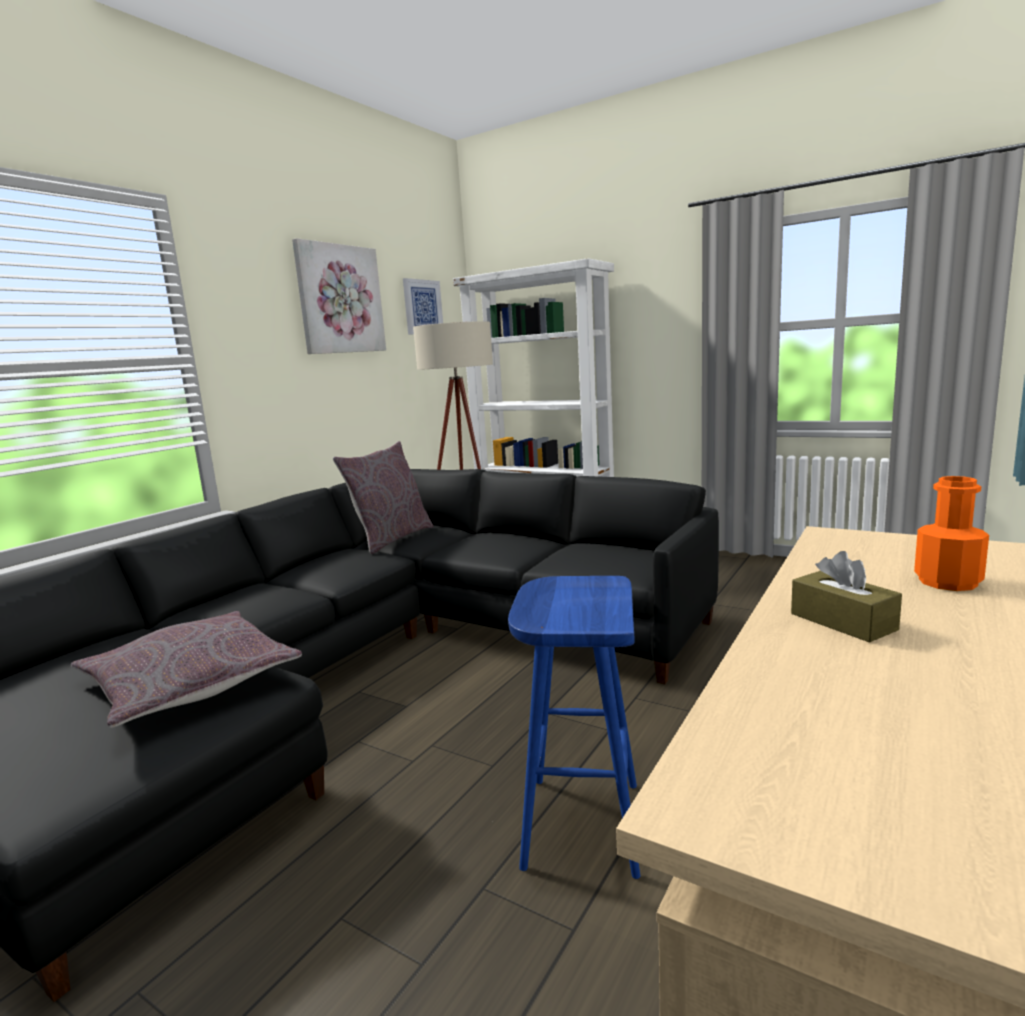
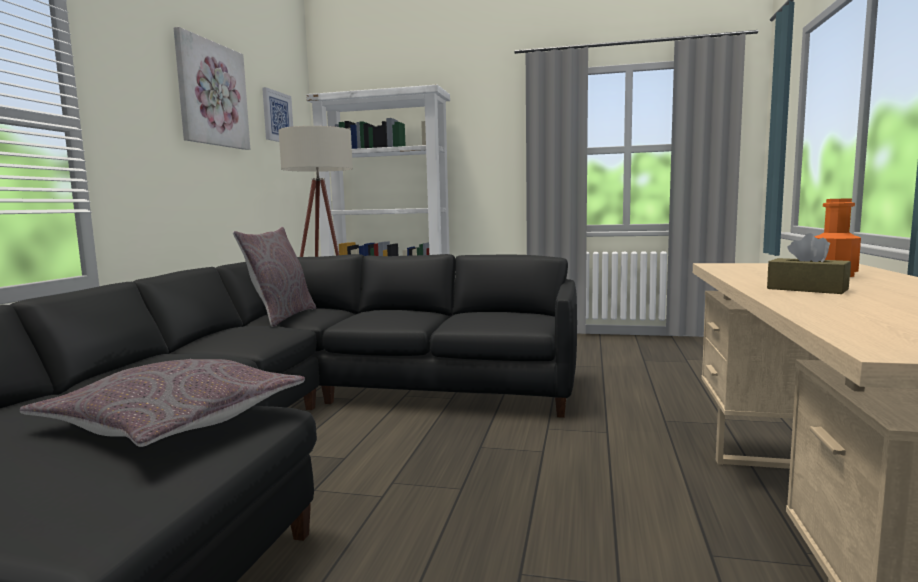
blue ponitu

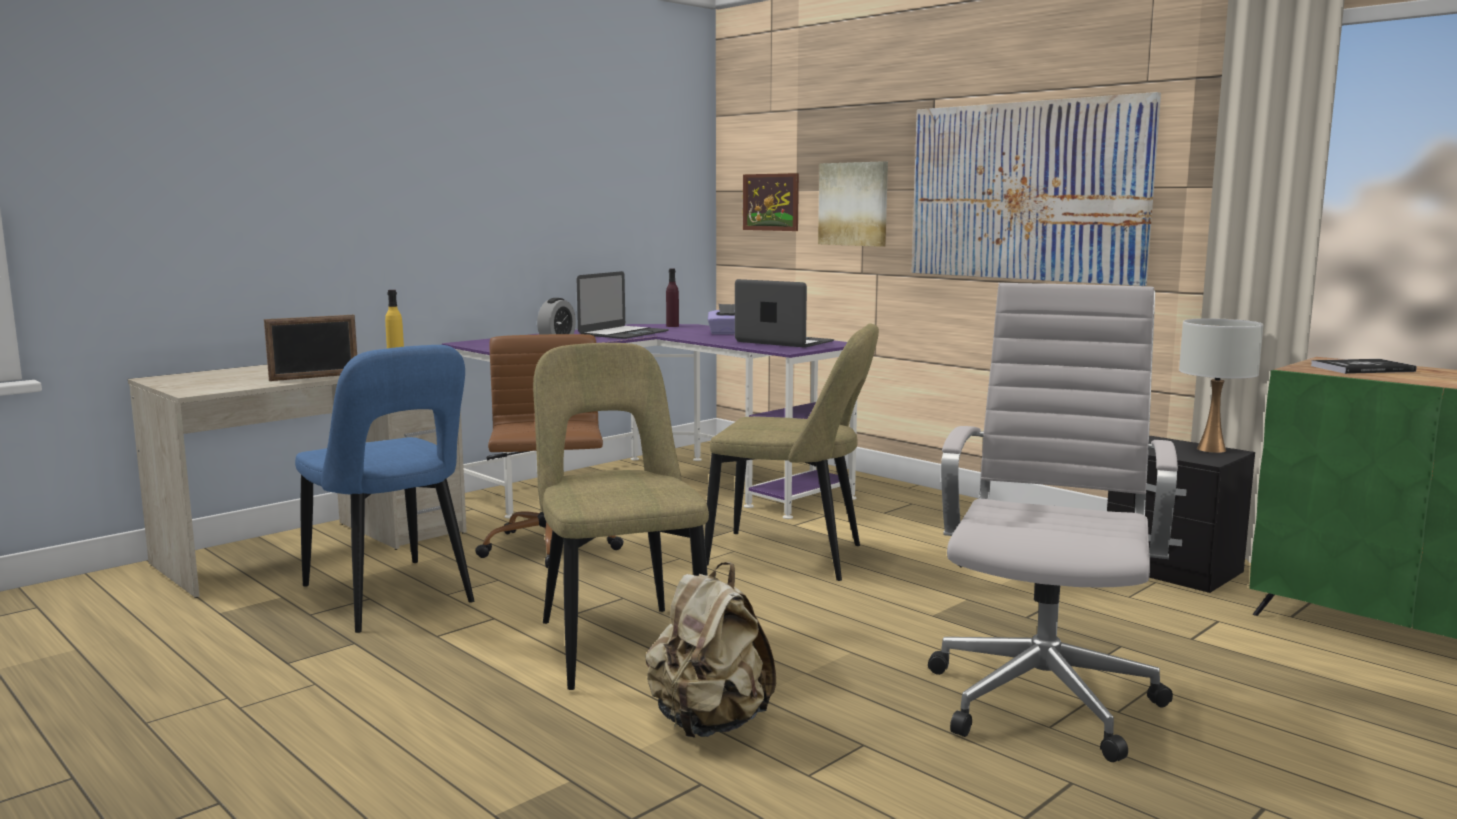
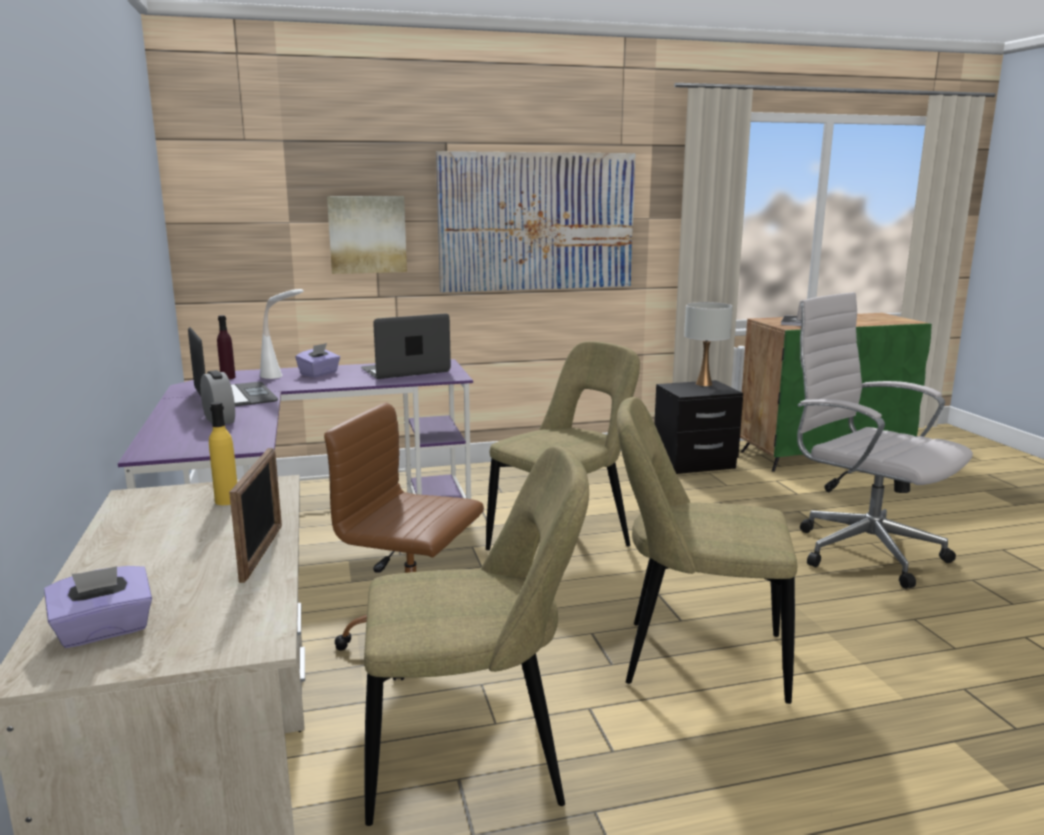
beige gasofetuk (1st from left)
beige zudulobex
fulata (1st from left in the first image)
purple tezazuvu (1st from left)
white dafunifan (1st from left)

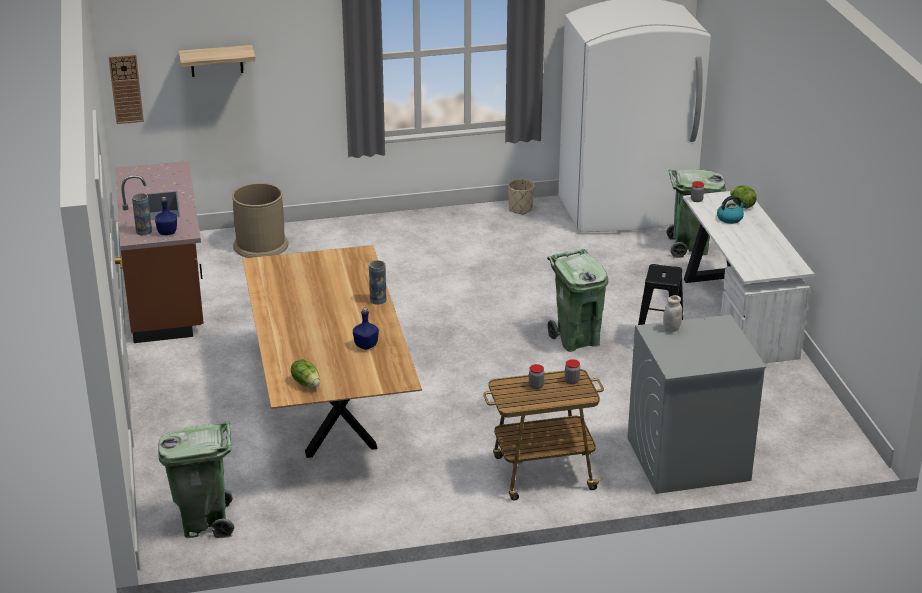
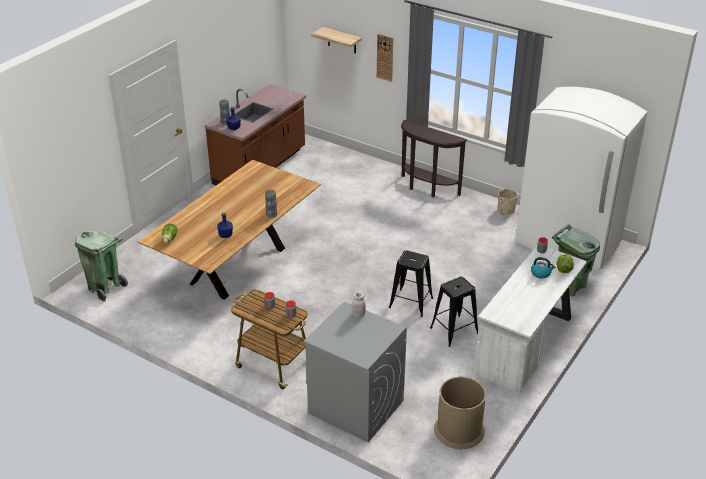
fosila
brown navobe
black ponitu (1st from left)
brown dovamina

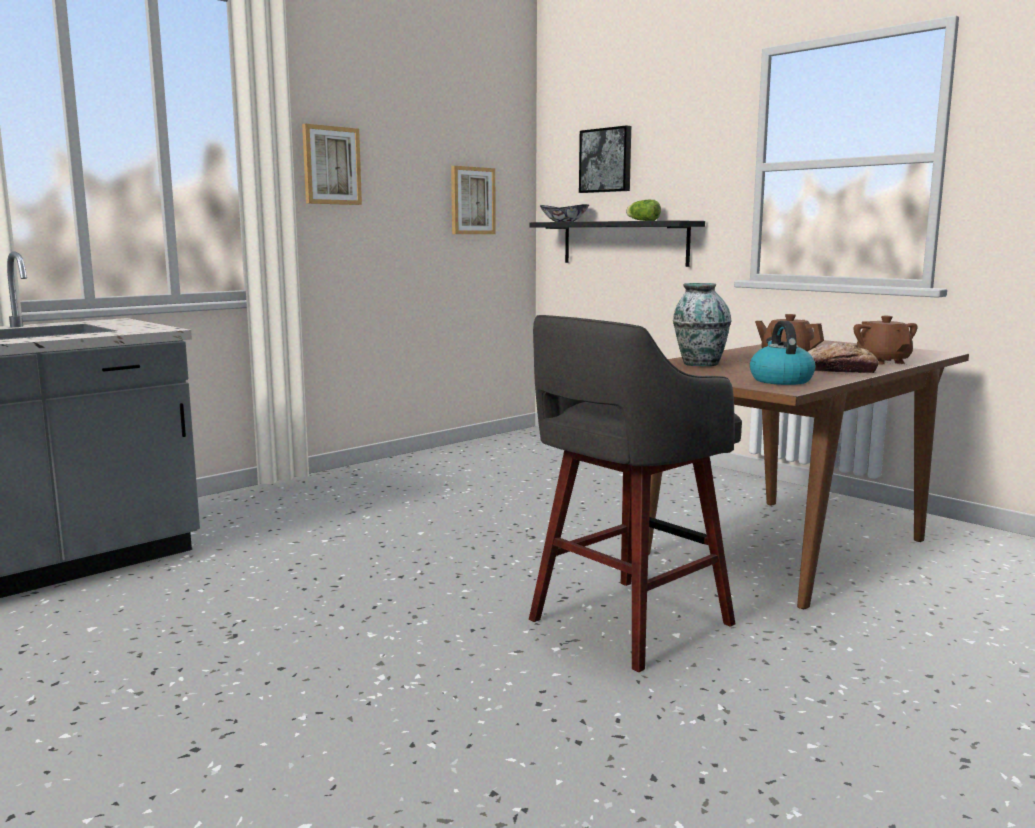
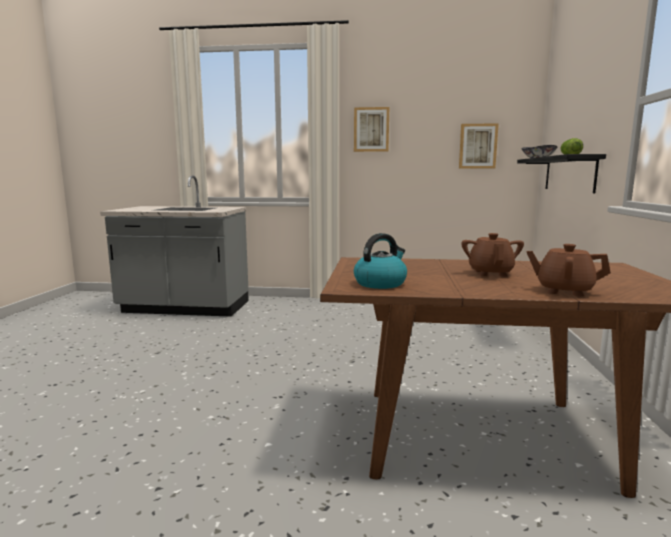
grey ponitu
fulata (3rd from left in the first image)
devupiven
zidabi
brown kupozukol (2nd from left)

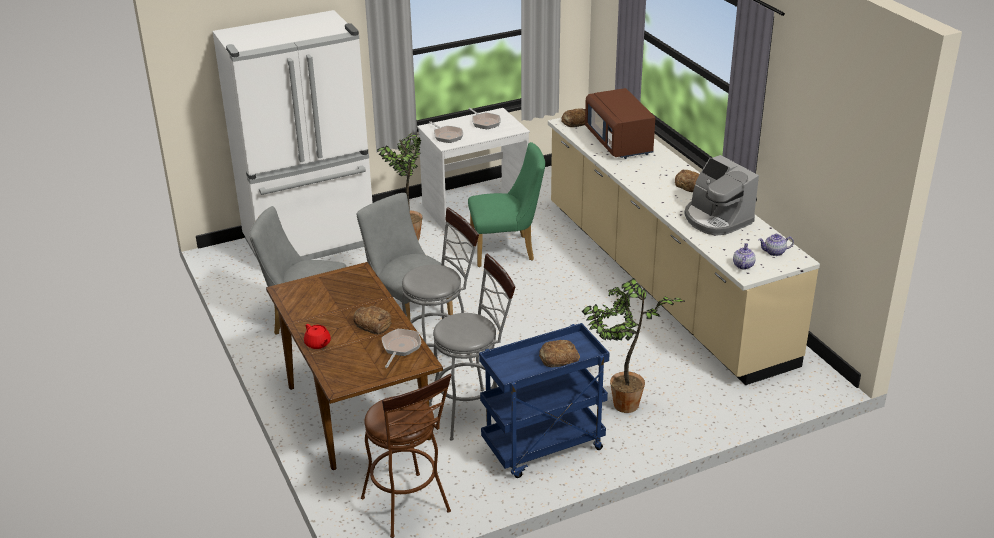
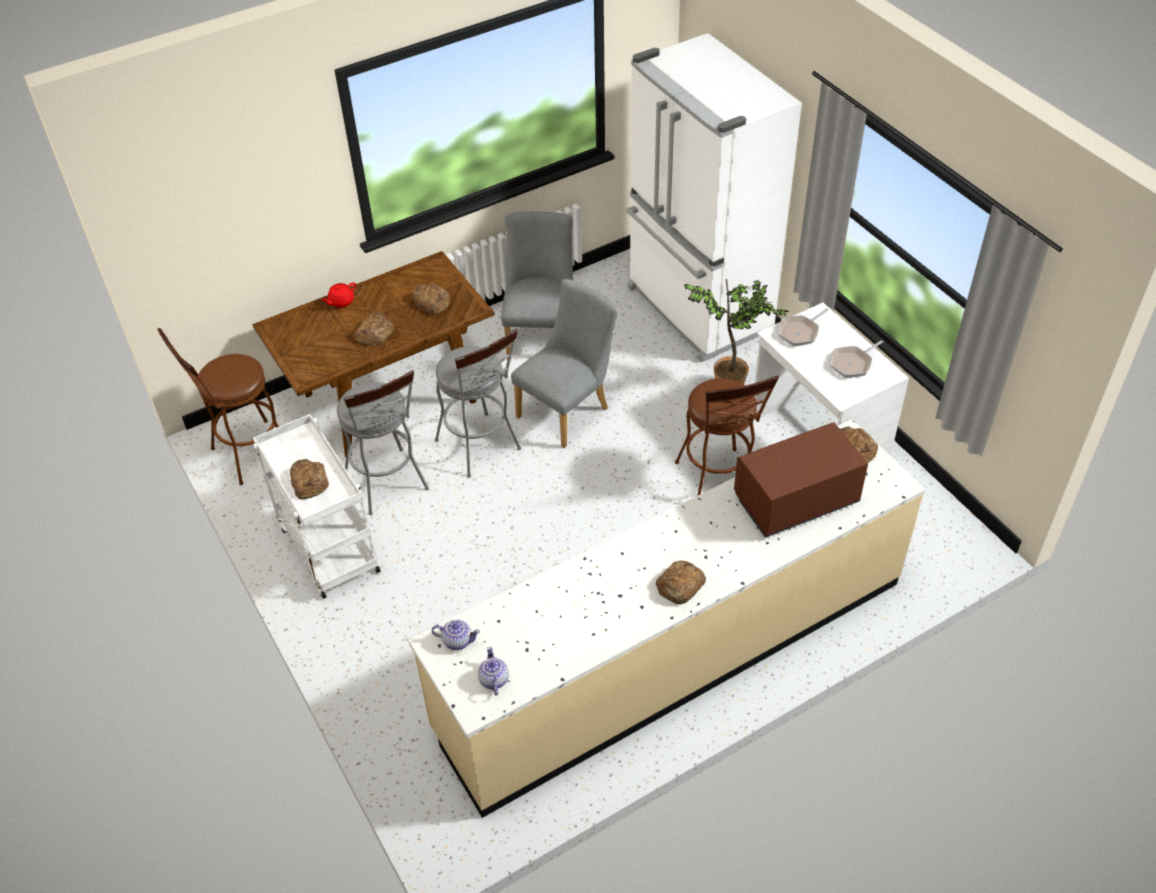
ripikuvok (1st from left in the first image)
brown ponitu (2nd from left)
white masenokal
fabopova (2nd from left in the first image)
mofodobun
zidabi (3rd from left)

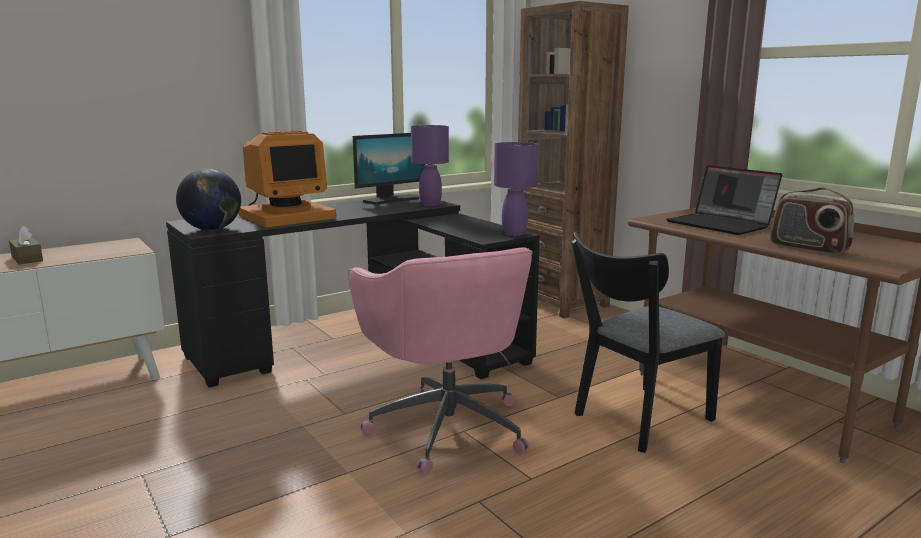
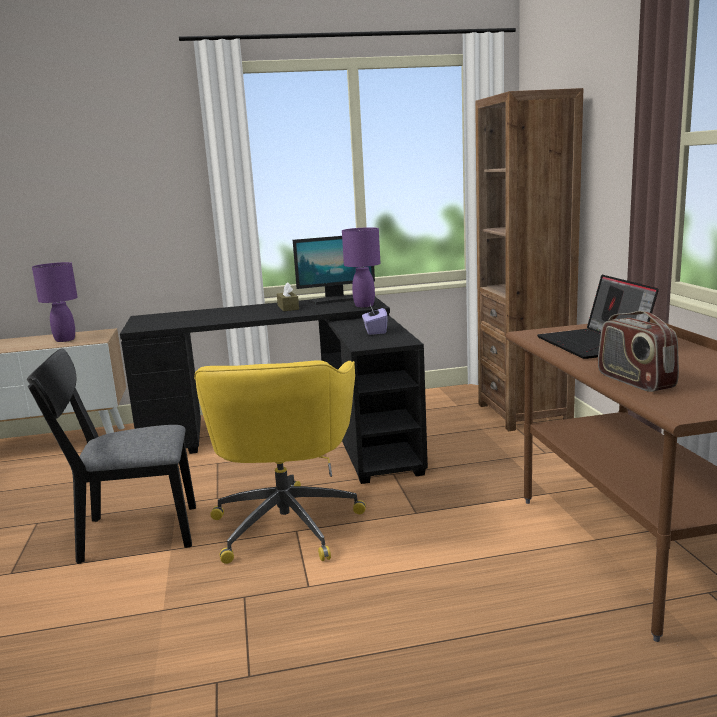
brown tezazuvu
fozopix
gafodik (1st from left in the first image)
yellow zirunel
purple dafunifan (1st from left)
black gasofetuk
purple tezazuvu

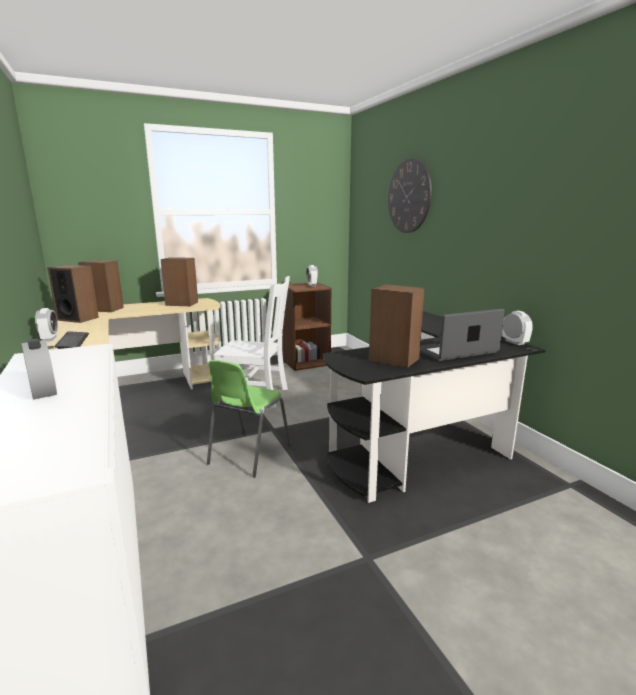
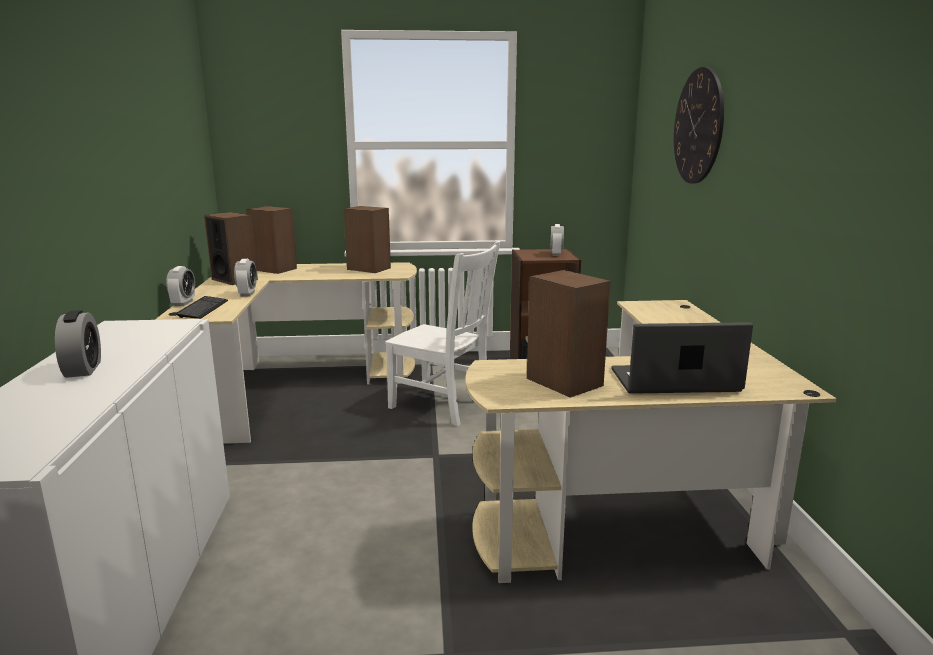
green gasofetuk
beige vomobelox (2nd from left)
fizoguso (3rd from left)

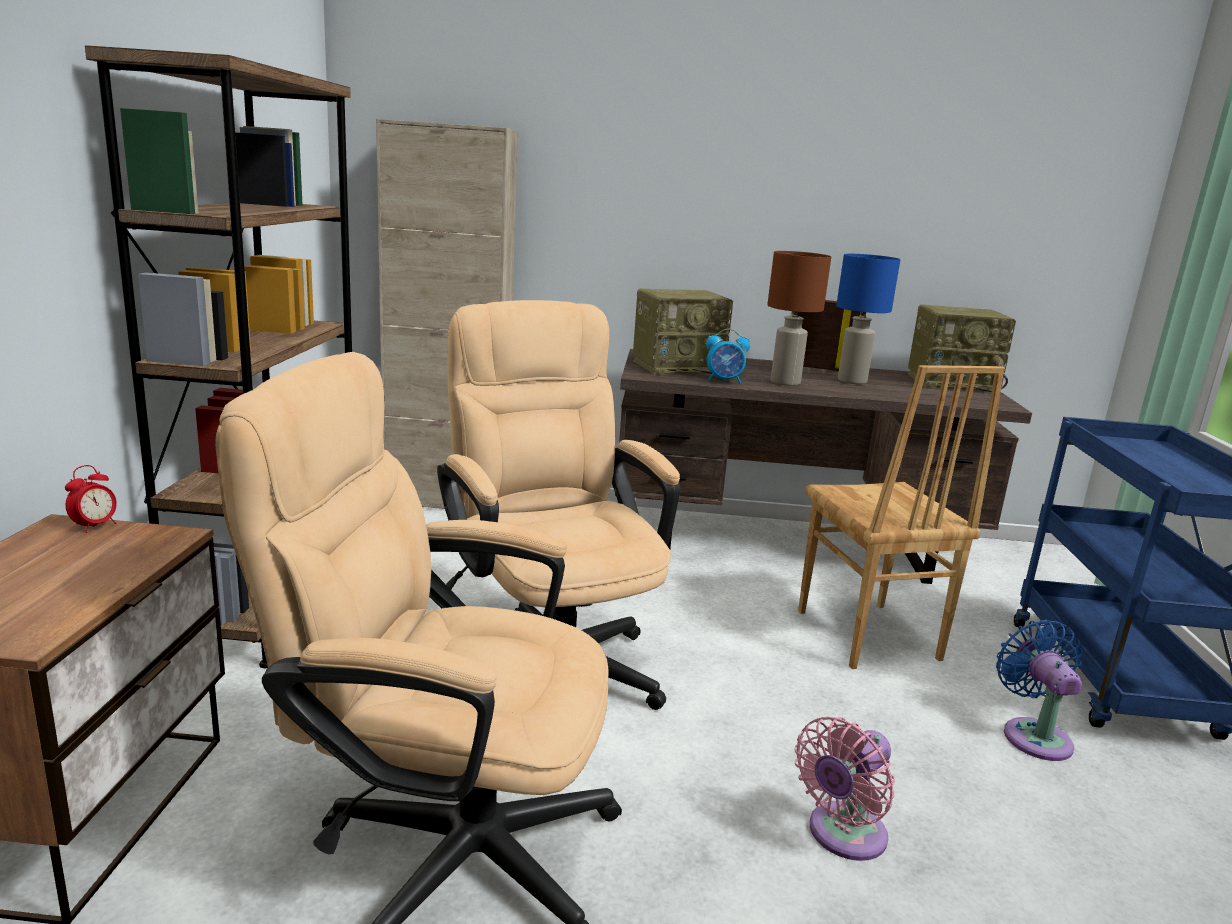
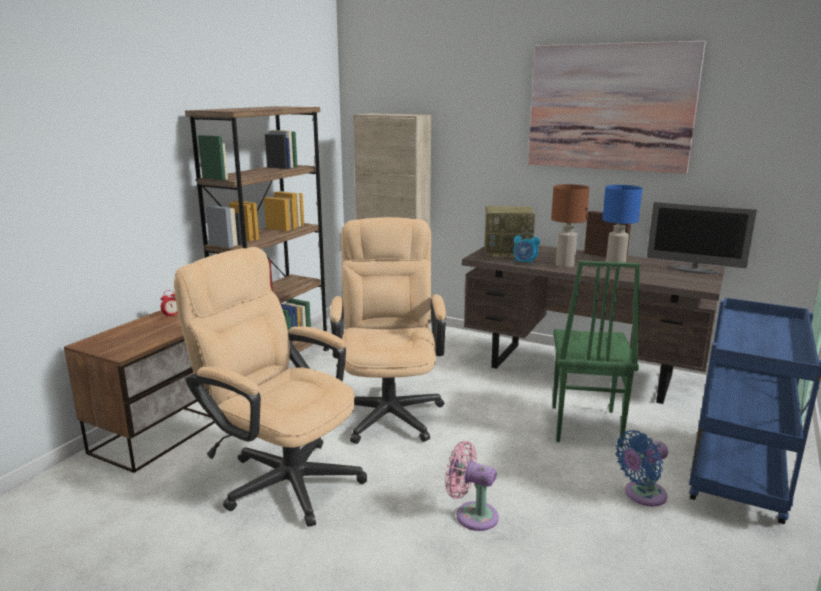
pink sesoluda
green gasofetuk
gafodik
blue sesoluda
fulata

